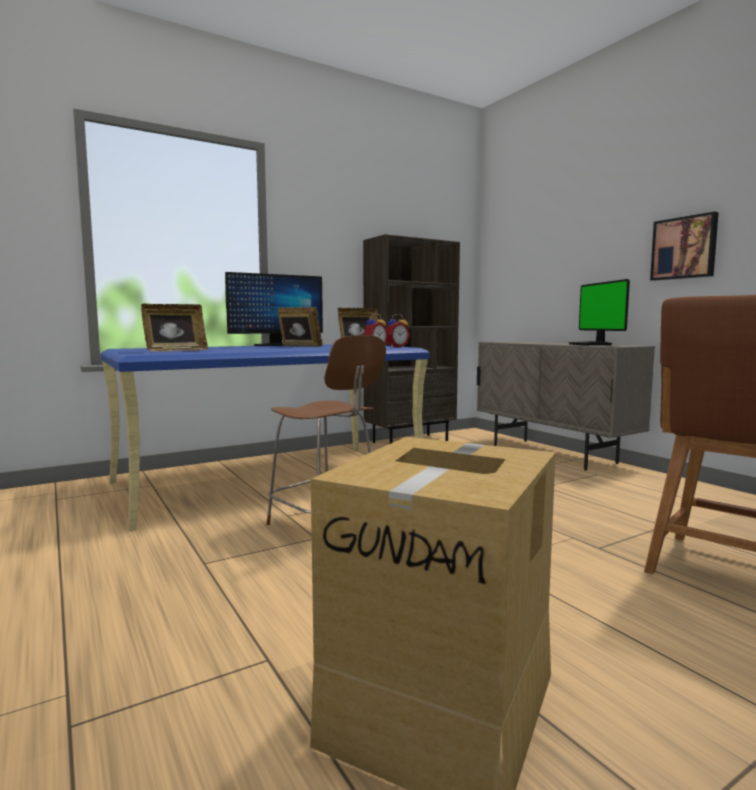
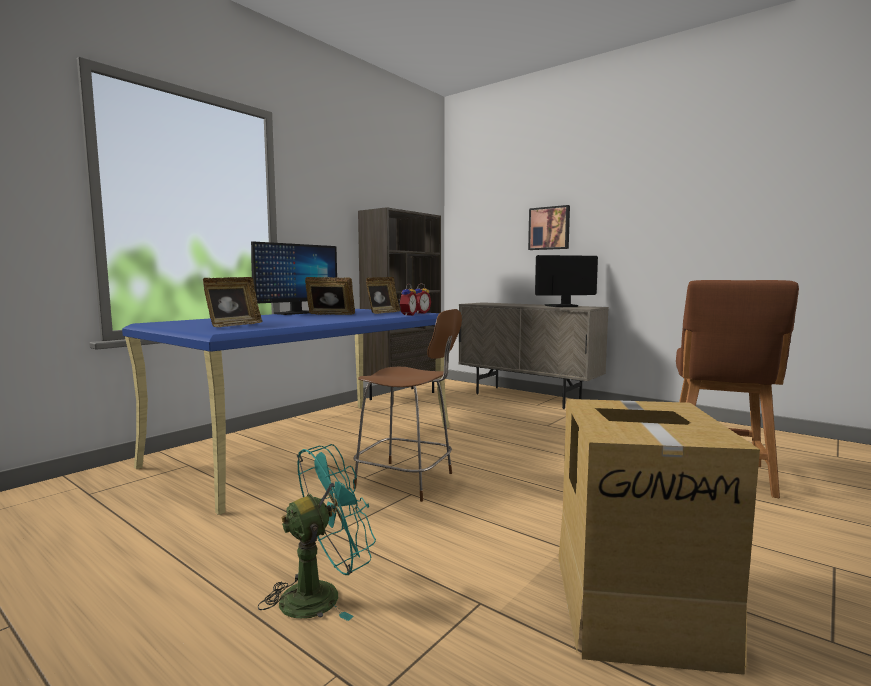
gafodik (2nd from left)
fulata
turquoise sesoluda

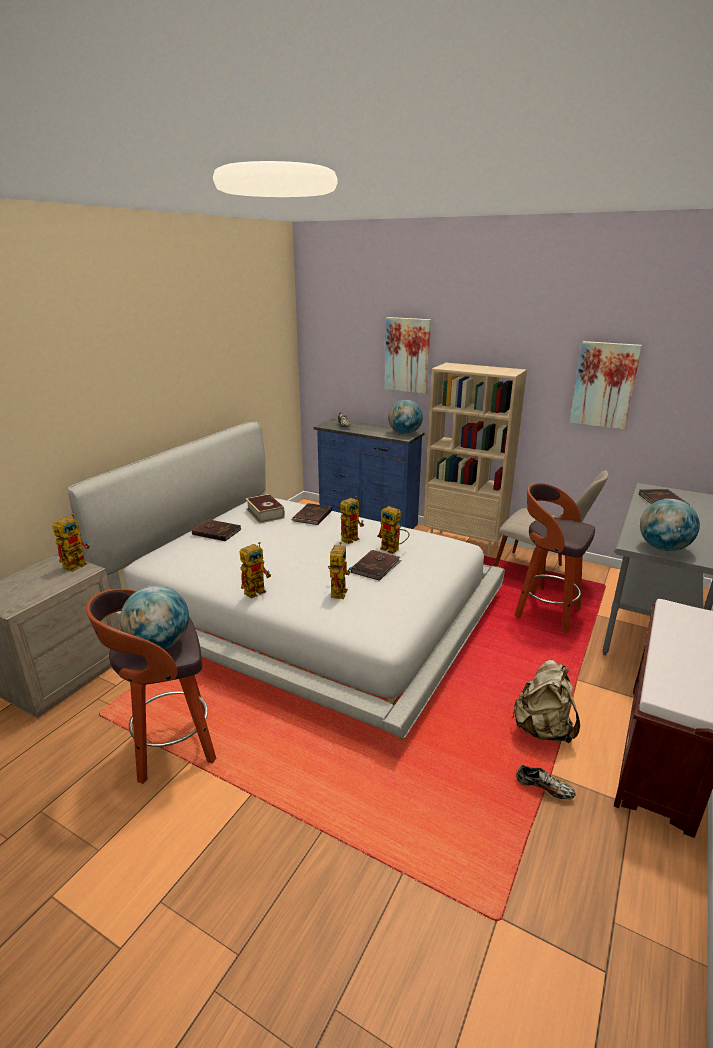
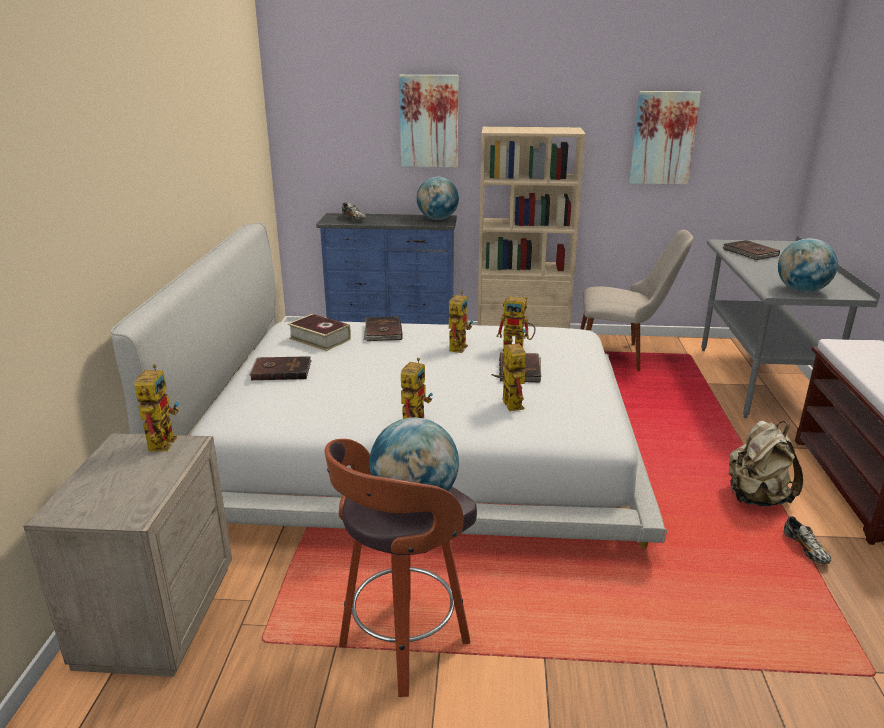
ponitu (2nd from left in the first image)
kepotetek (2nd from left)

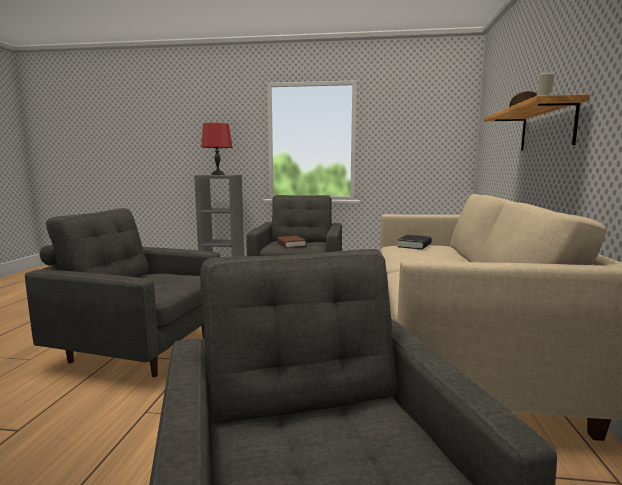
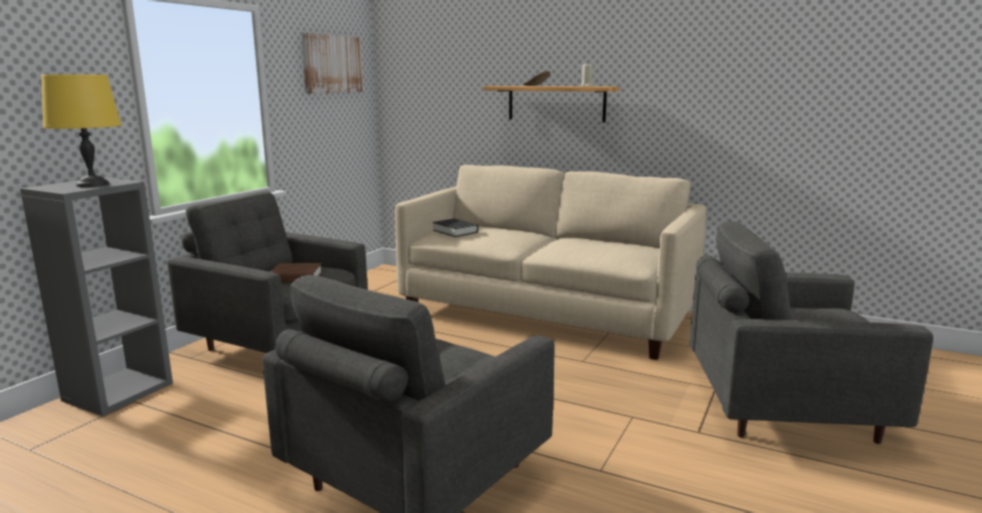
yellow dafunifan
fulata

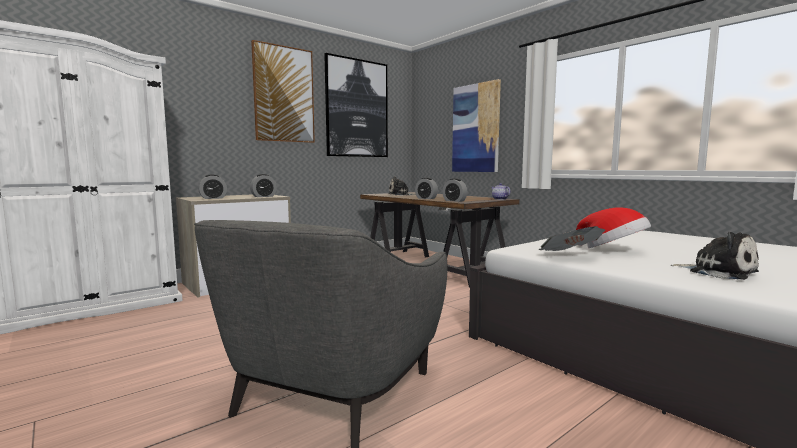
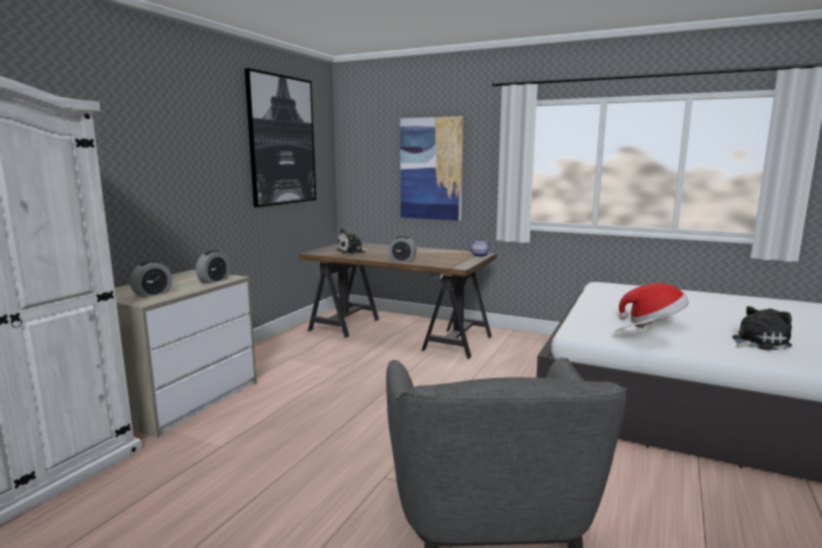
fulata (1st from left in the first image)
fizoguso (4th from left in the first image)
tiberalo (2nd from left)

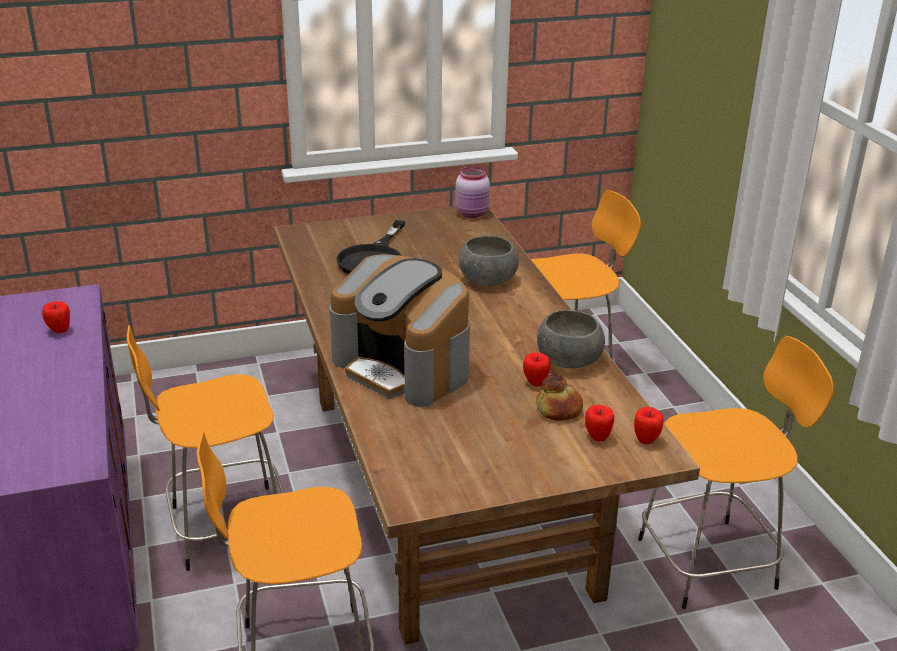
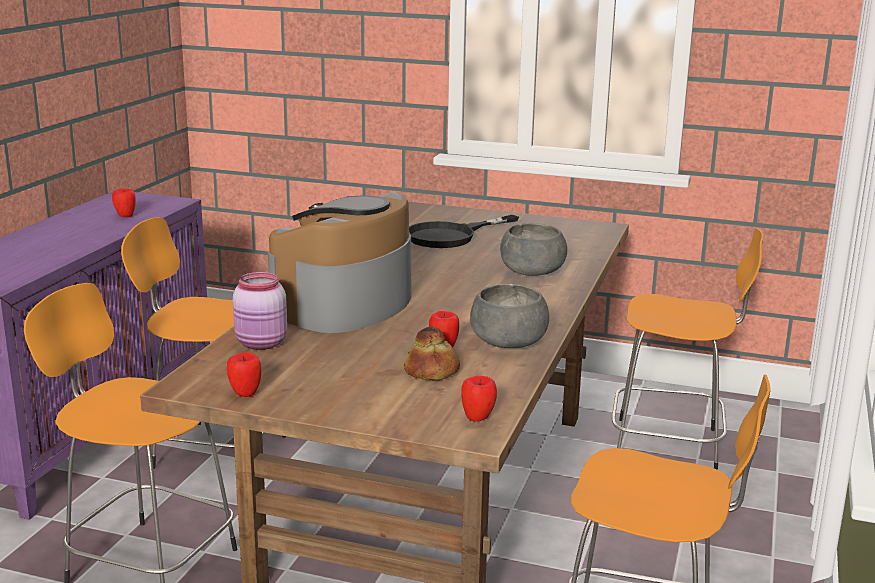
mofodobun
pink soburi
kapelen (2nd from left)

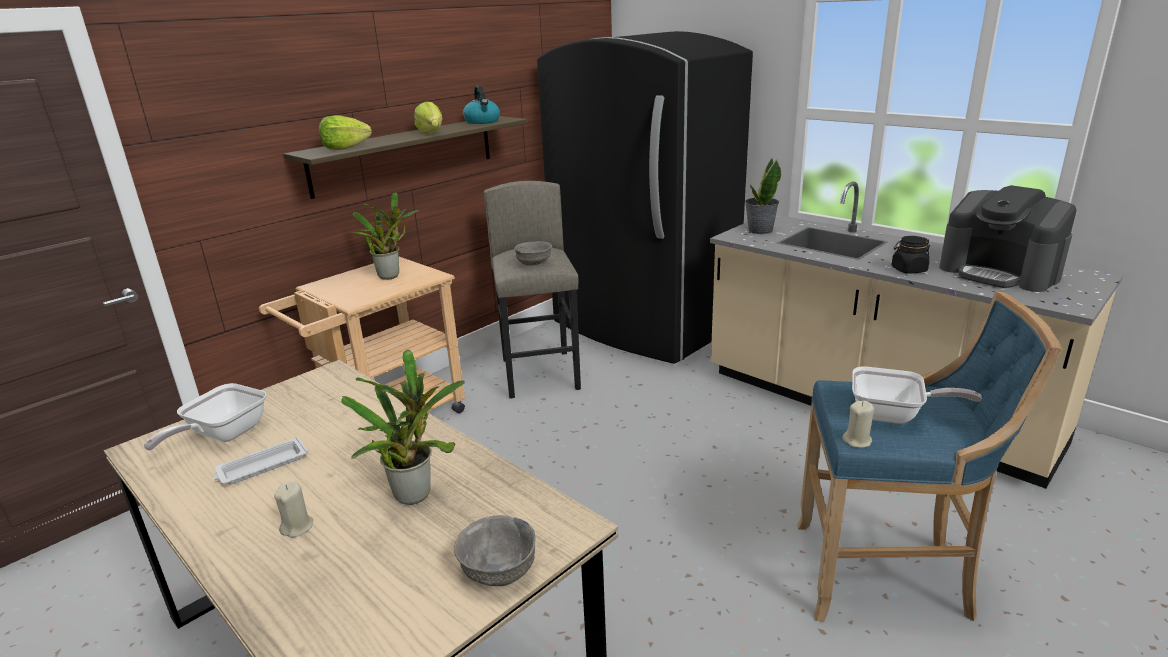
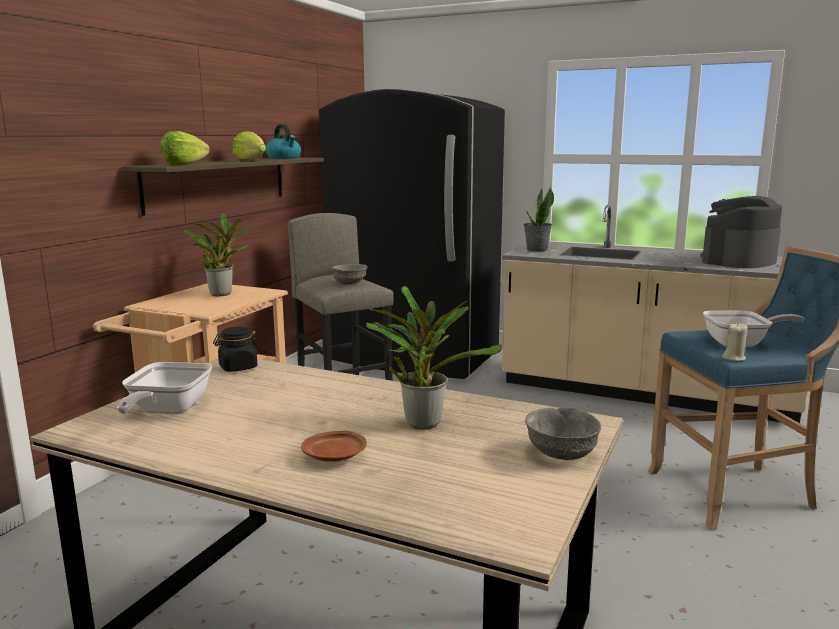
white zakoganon
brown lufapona
black soburi
mofodobun

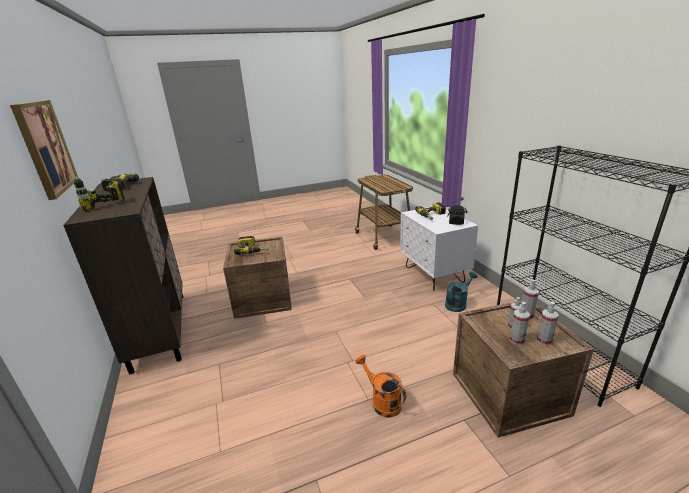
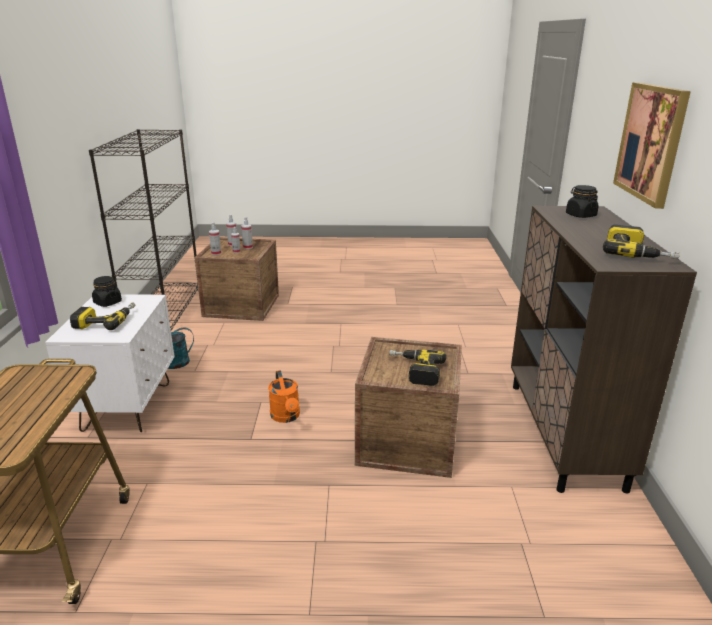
black soburi (2nd from left)
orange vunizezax

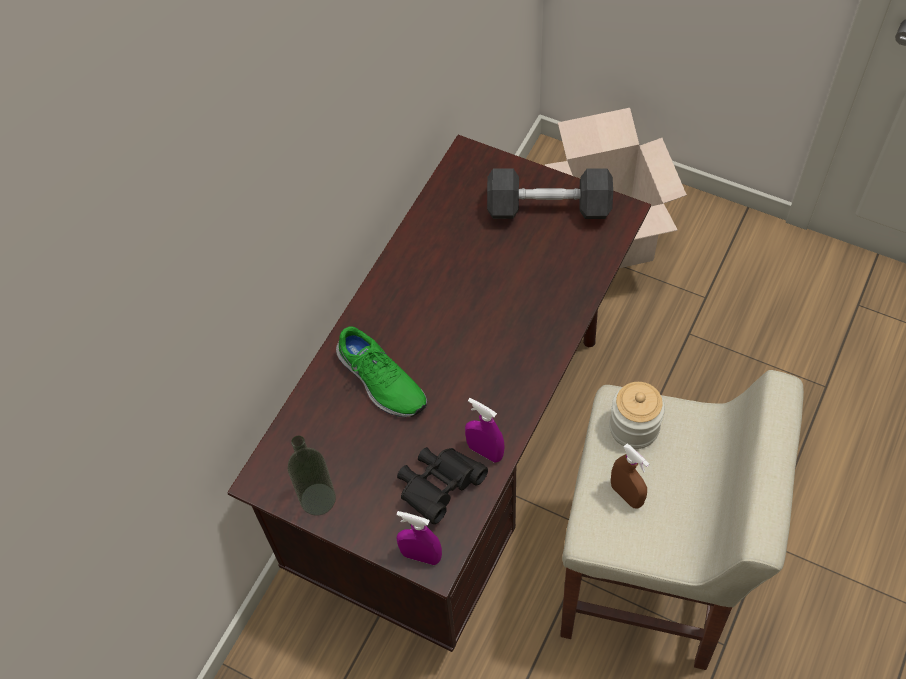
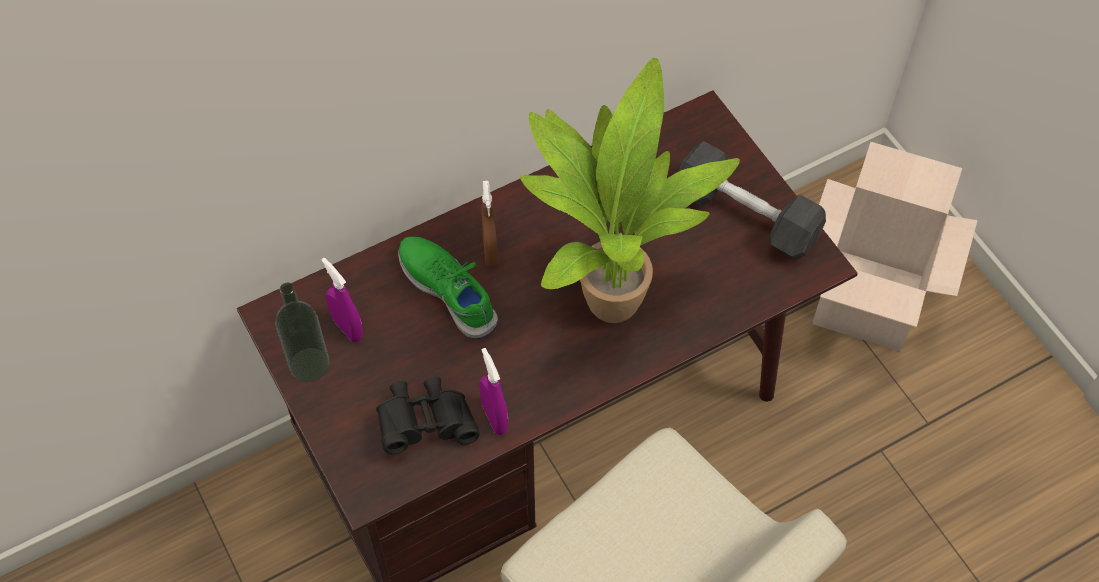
green kepotetek
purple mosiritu (1st from left)
soburi
brown mosiritu
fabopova

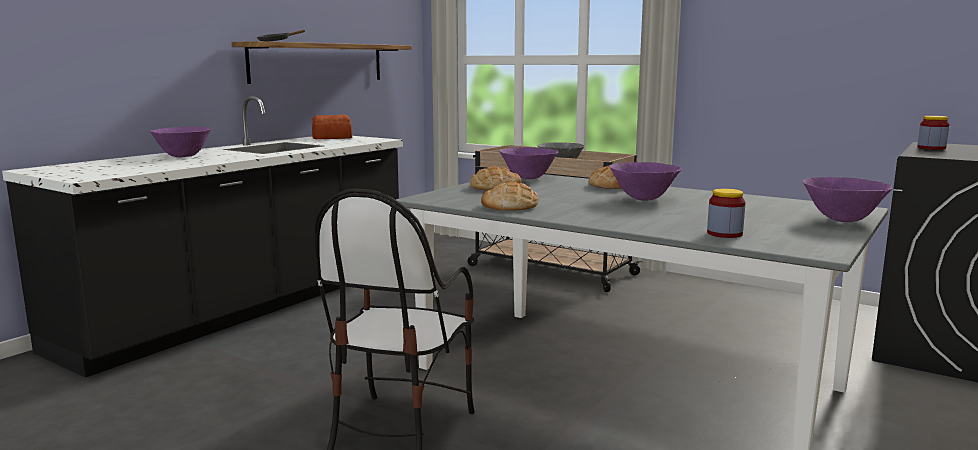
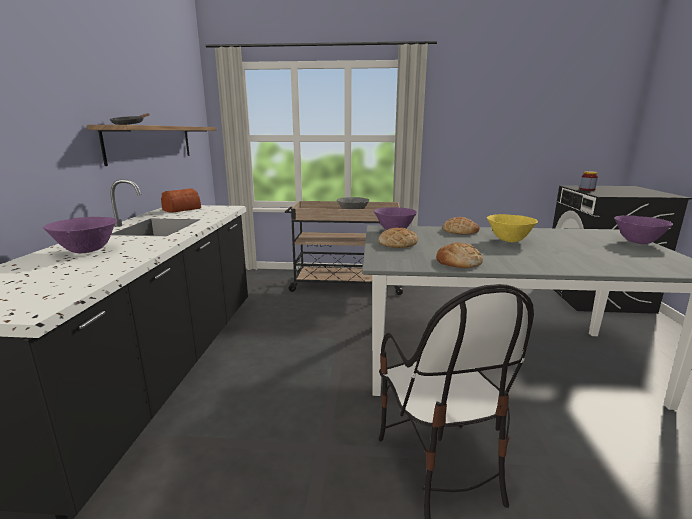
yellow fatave
soburi (1st from left in the first image)

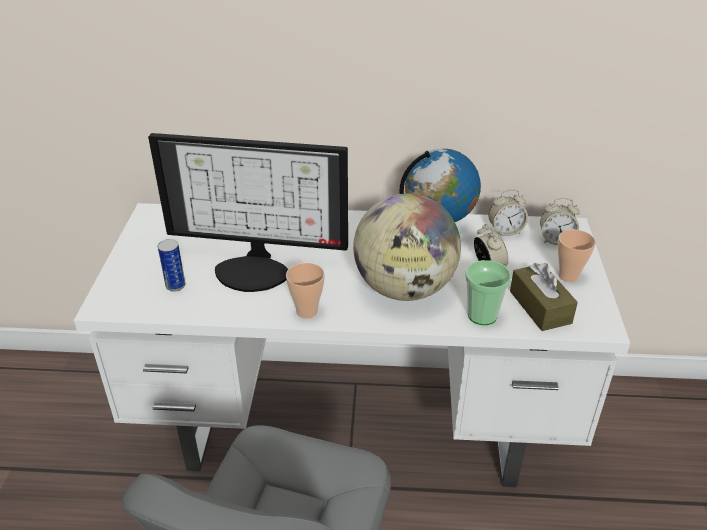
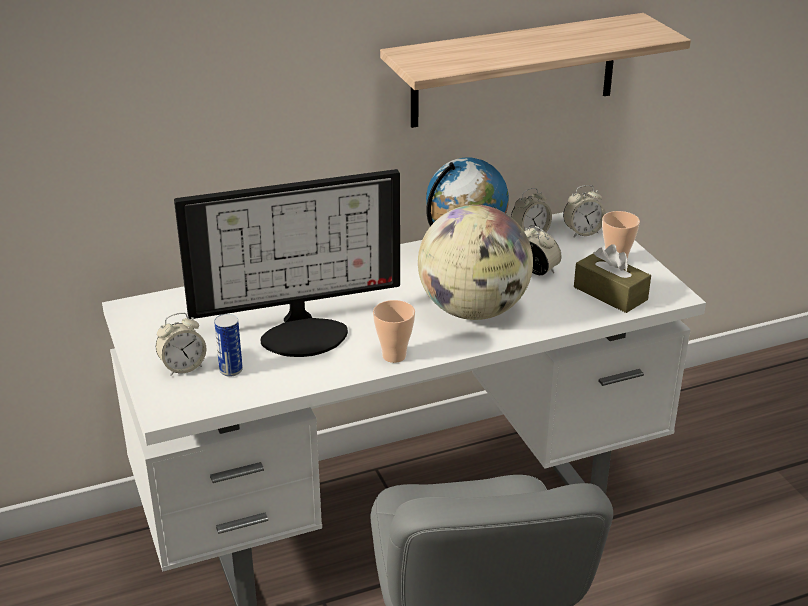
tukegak (2nd from left in the first image)
fizoguso (1st from left)
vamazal

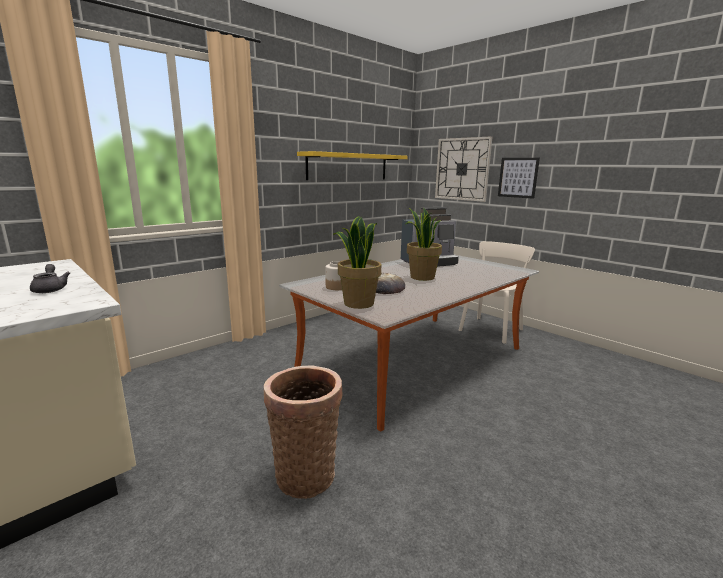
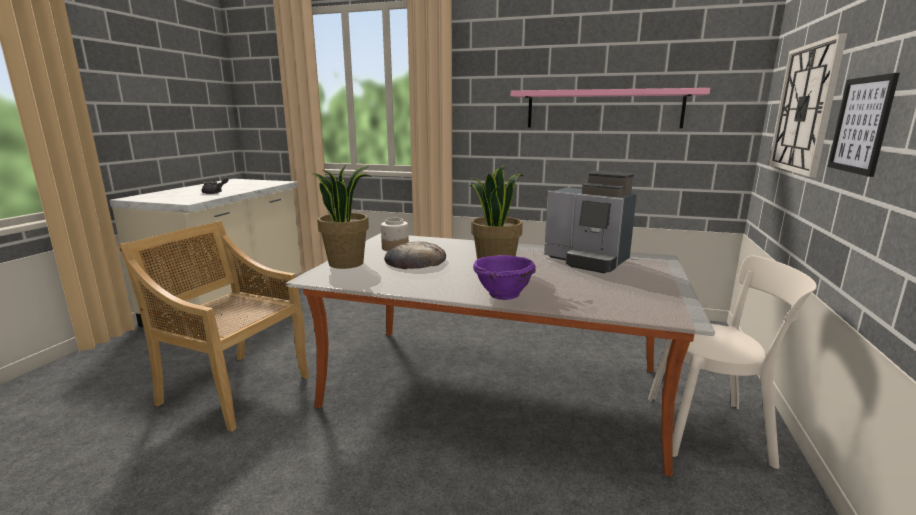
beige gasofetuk (1st from left)
pink vamazal
purple fatave

